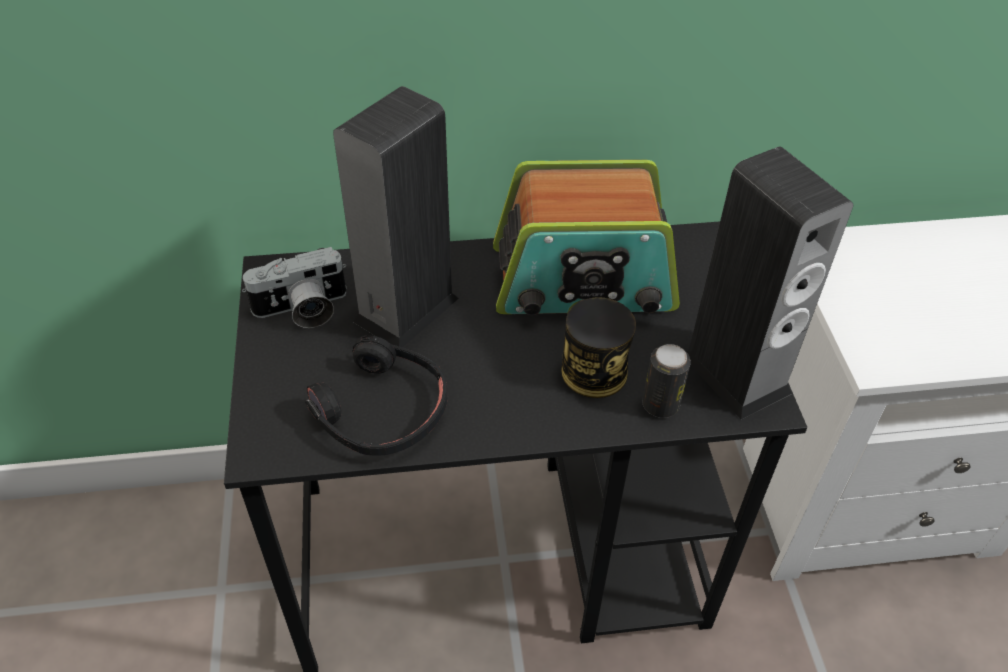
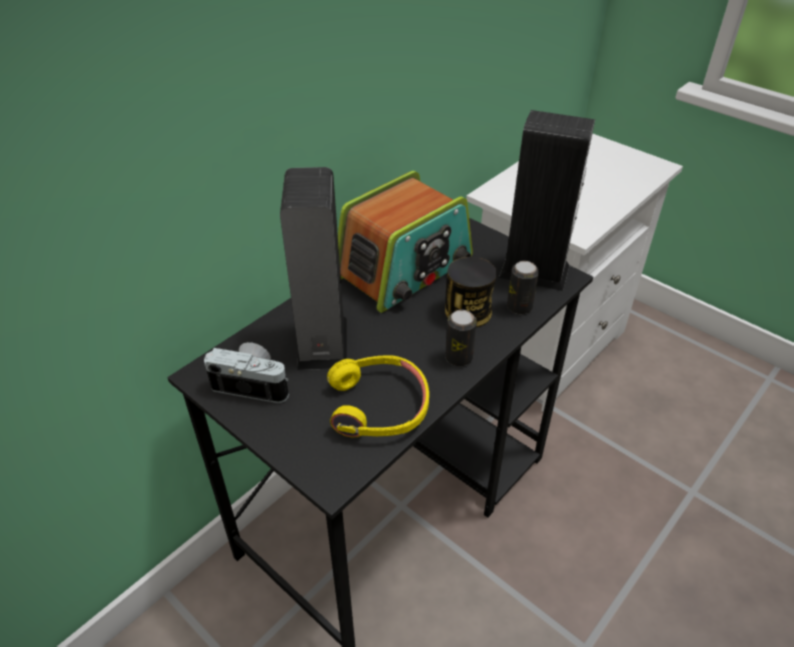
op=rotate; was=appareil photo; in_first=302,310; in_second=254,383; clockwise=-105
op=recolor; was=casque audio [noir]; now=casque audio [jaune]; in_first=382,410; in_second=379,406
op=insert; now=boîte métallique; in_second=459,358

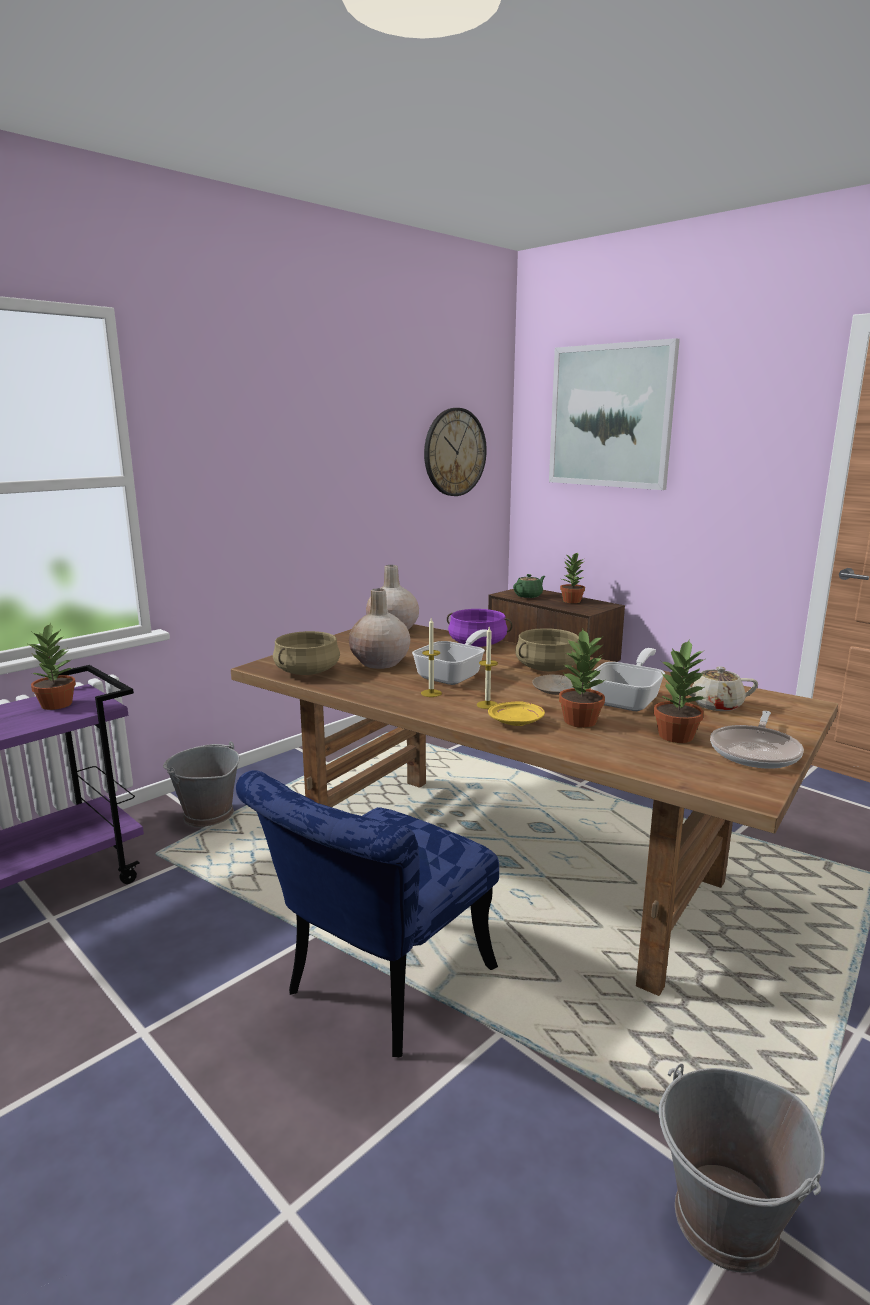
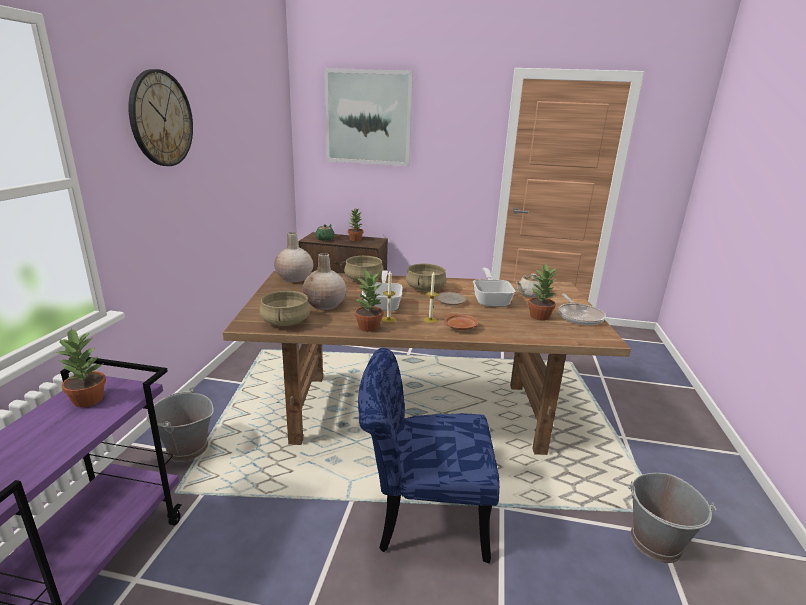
op=rotate; was=chaise [bleu]; in_first=377,988; in_second=420,514; clockwise=90
op=move; was=horloge murale; in_first=454,452; in_second=161,119
op=recolor; was=marmite [violet]; now=marmite [beige]; in_first=477,644; in_second=364,279
op=recolor; was=assiette [jaune]; now=assiette [marron]; in_first=516,722; in_second=460,327
op=move; was=plante en pot; in_first=581,721; in_second=369,327

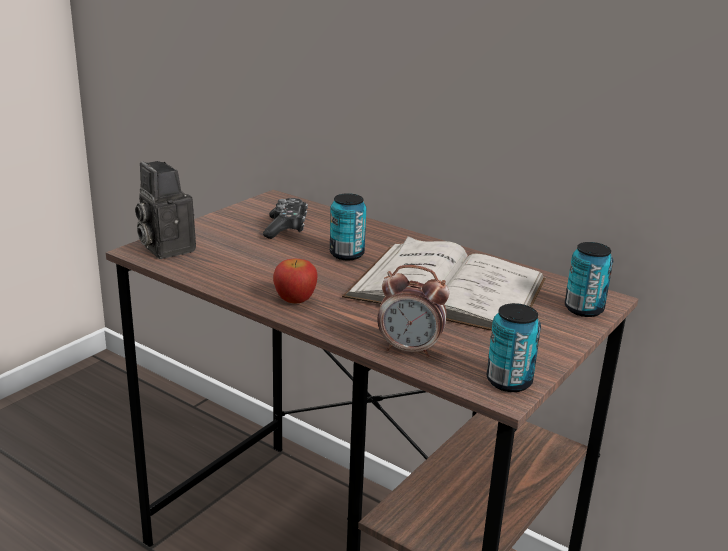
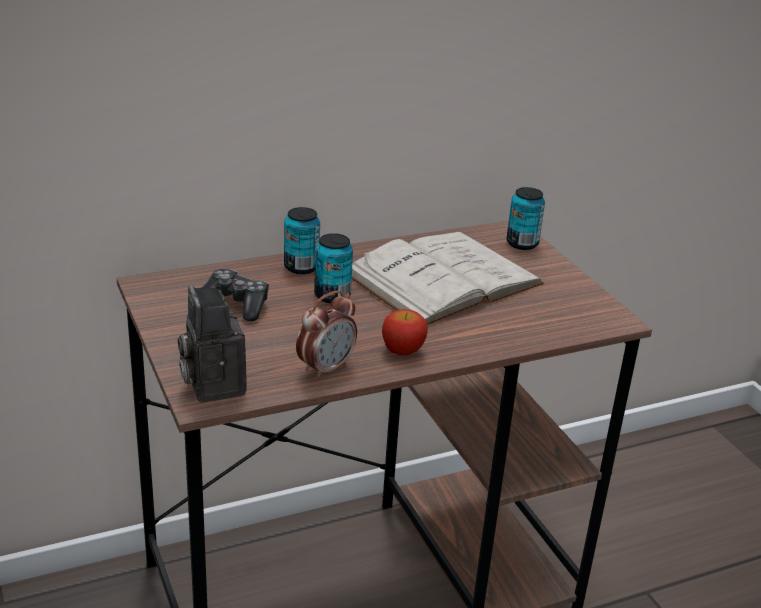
op=rotate; was=appareil photo; in_first=165,248; in_second=212,384; clockwise=75
op=move; was=réveil; in_first=410,349; in_second=326,368
op=move; was=boîte métallique; in_first=509,381; in_second=301,267

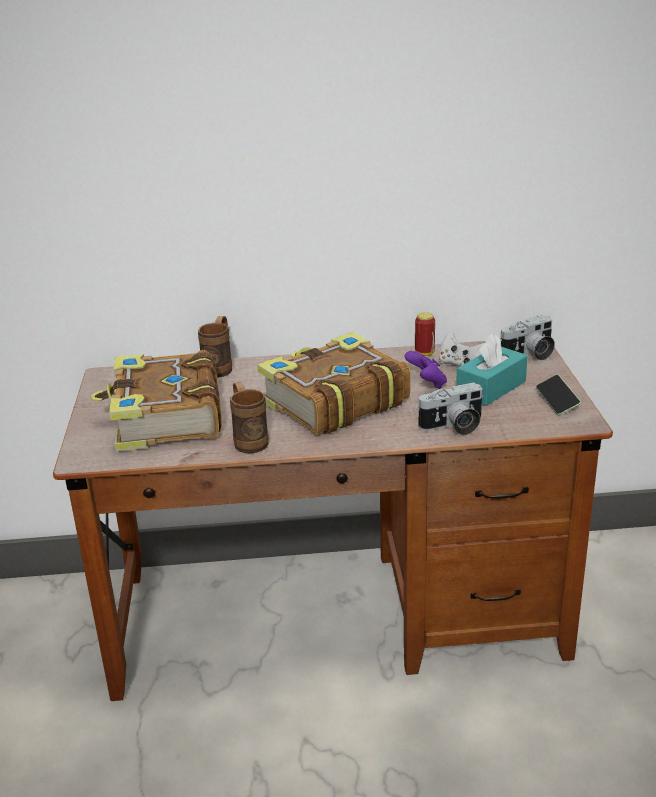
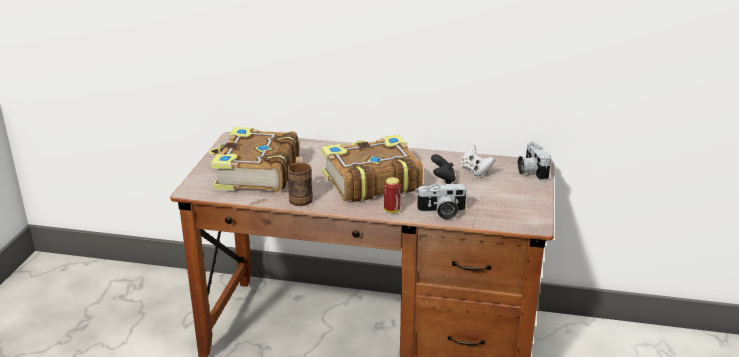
op=delete; was=mug [marron]; in_first=220,367
op=recolor; was=manette [violet]; now=manette [noir]; in_first=427,383; in_second=443,180
op=move; was=boîte métallique; in_first=424,353; in_second=392,210
op=delete; was=boîte à mouchoirs [turquoise]; in_first=491,388
op=rotate; was=appareil photo; in_first=529,354; in_second=530,171; clockwise=90
op=delete; was=téléphone; in_first=557,402

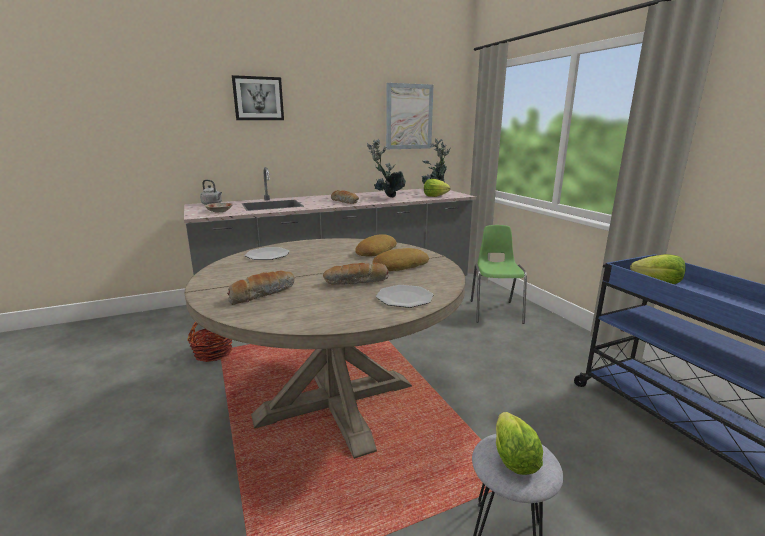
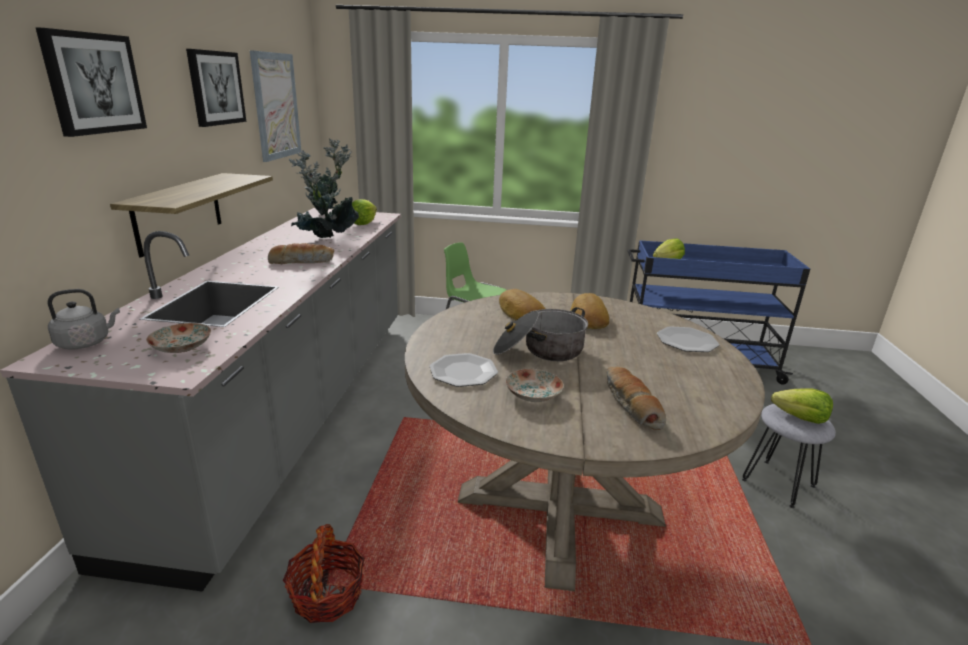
op=delete; was=pain; in_first=356,282
op=insert; now=étagère; in_second=179,212
op=insert; now=tableau; in_second=216,88
op=insert; now=marmite; in_second=539,350
op=insert; now=assiette; in_second=532,395

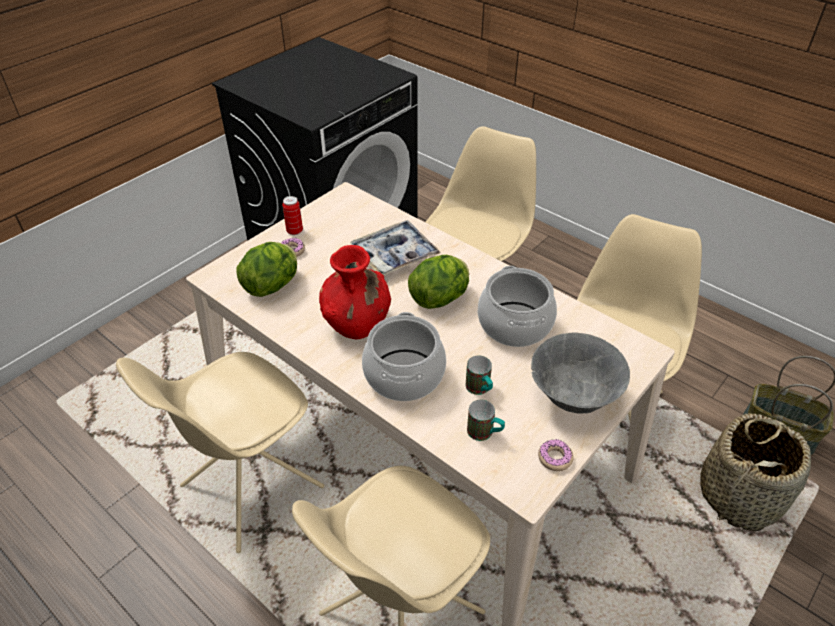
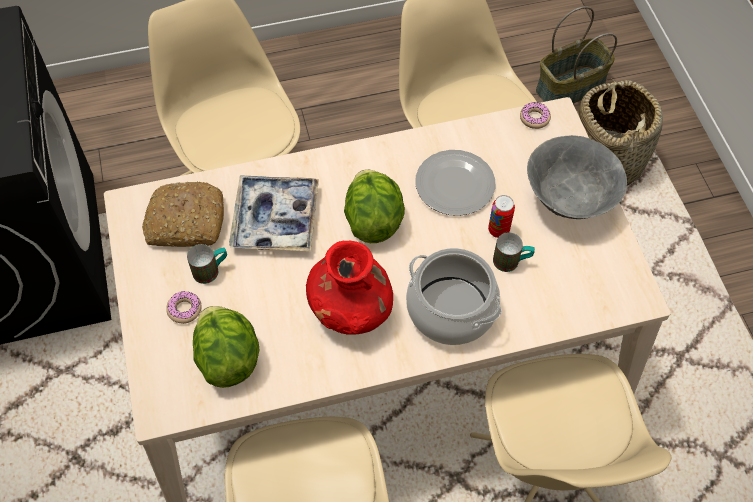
op=move; was=boîte métallique; in_first=294,231; in_second=498,230
op=move; was=mug; in_first=485,433; in_second=211,270
op=replace; was=marmite; now=assiette; in_first=514,324; in_second=453,185
op=move; was=beignet; in_first=555,458; in_second=534,118
op=insert; now=pain; in_second=185,223

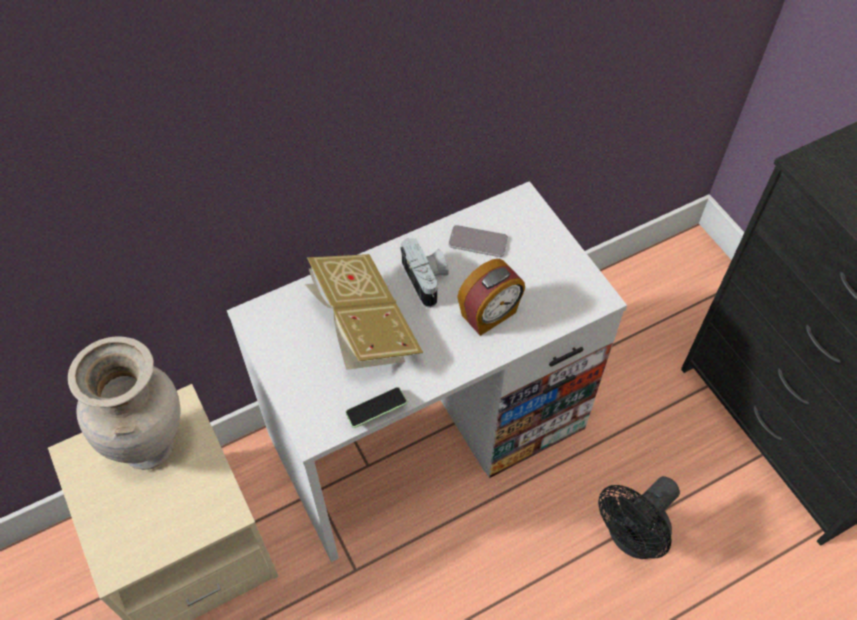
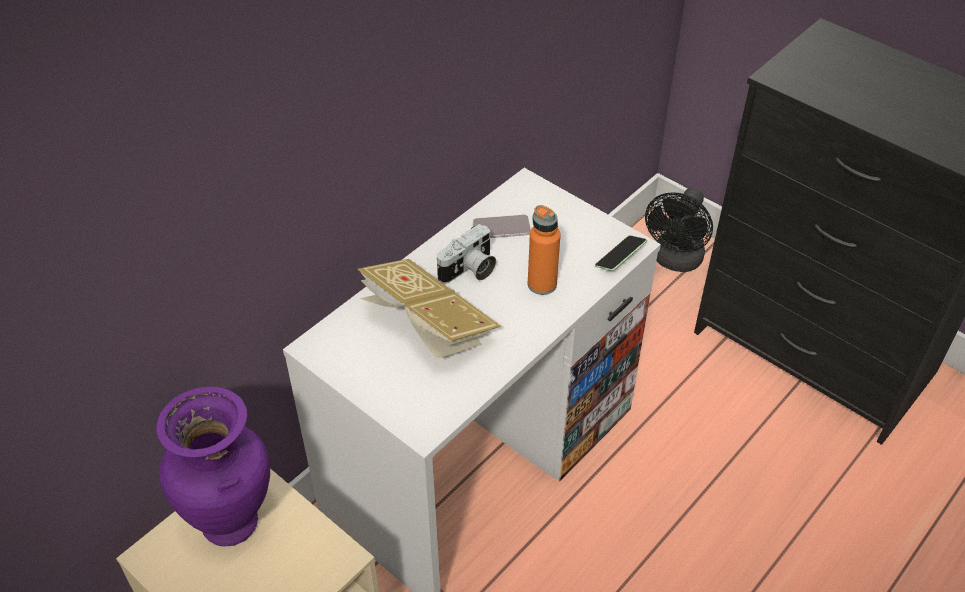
op=recolor; was=vase [beige]; now=vase [violet]; in_first=151,447; in_second=233,522
op=move; was=téléphone; in_first=376,411; in_second=620,258
op=rotate; was=appareil photo; in_first=427,279; in_second=469,270; clockwise=90
op=replace; was=réveil; now=bouteille [orange]; in_first=489,315; in_second=542,284
op=move; was=ventilateur [noir]; in_first=631,537; in_second=675,261

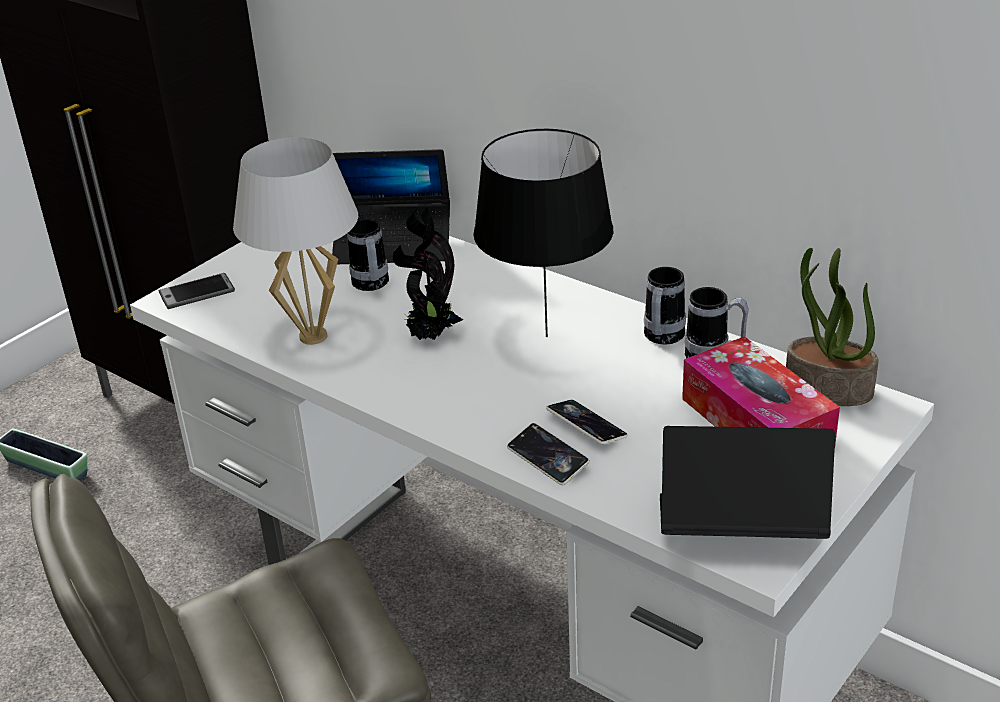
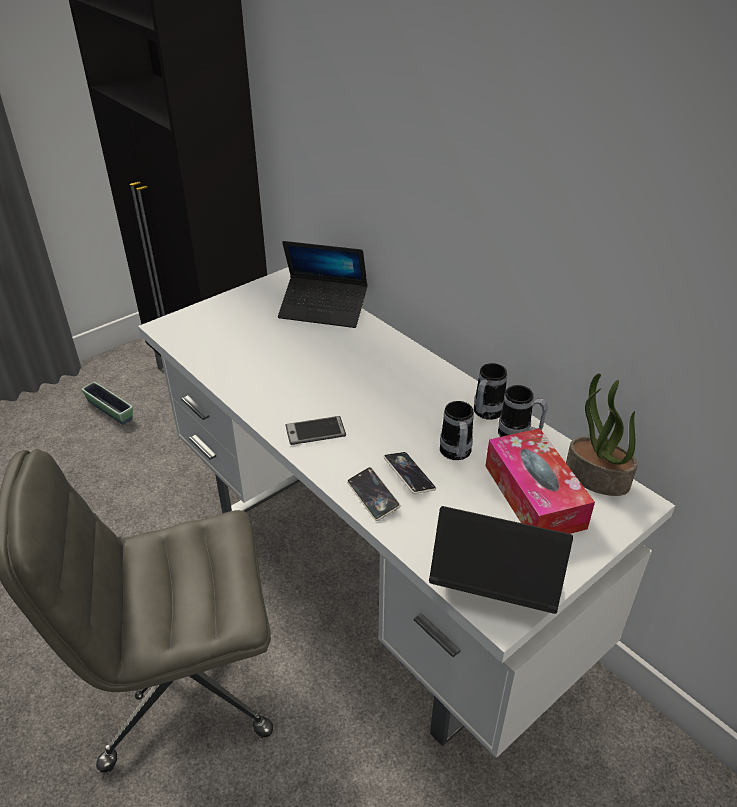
op=move; was=téléphone; in_first=197,292; in_second=315,431
op=delete; was=lampe de table [blanc]; in_first=314,336
op=move; was=mug; in_first=371,286; in_second=456,455
op=delete; was=plante en pot; in_first=431,336
op=delete; was=lampe de table [noir]; in_first=546,335

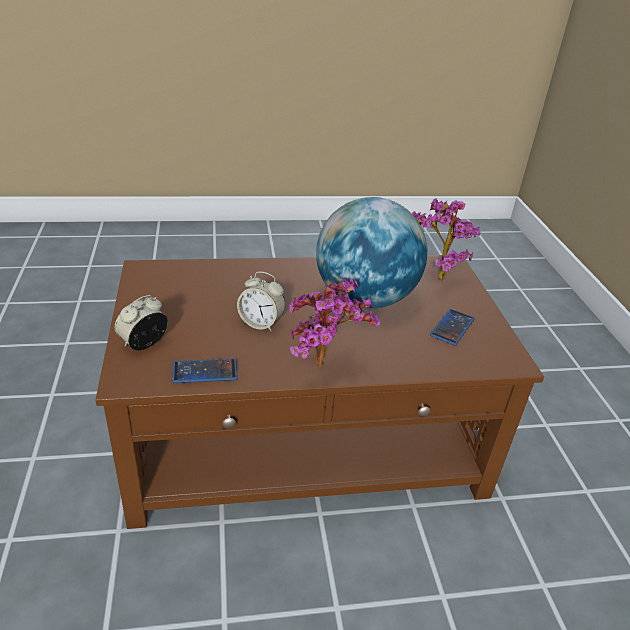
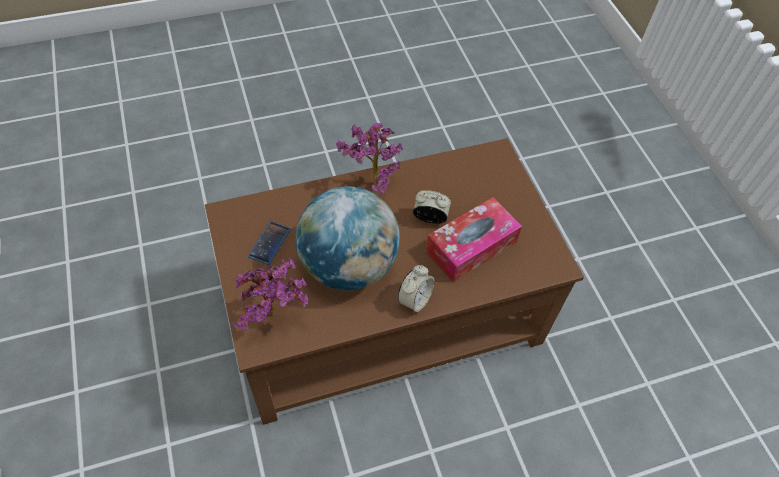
op=move; was=réveil; in_first=144,344; in_second=414,300
op=delete; was=téléphone; in_first=205,371
op=insert; now=boîte à mouchoirs; in_second=471,246

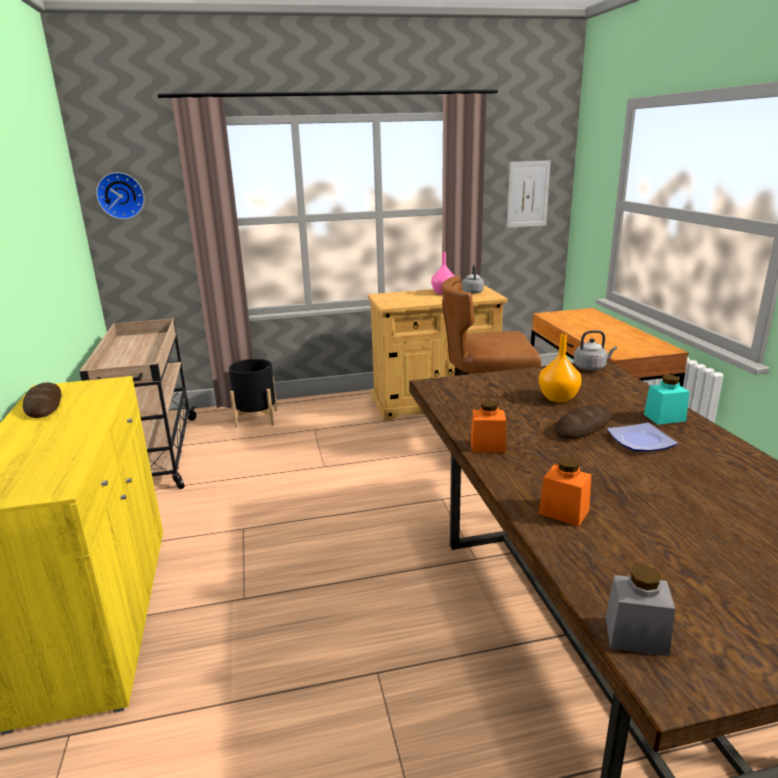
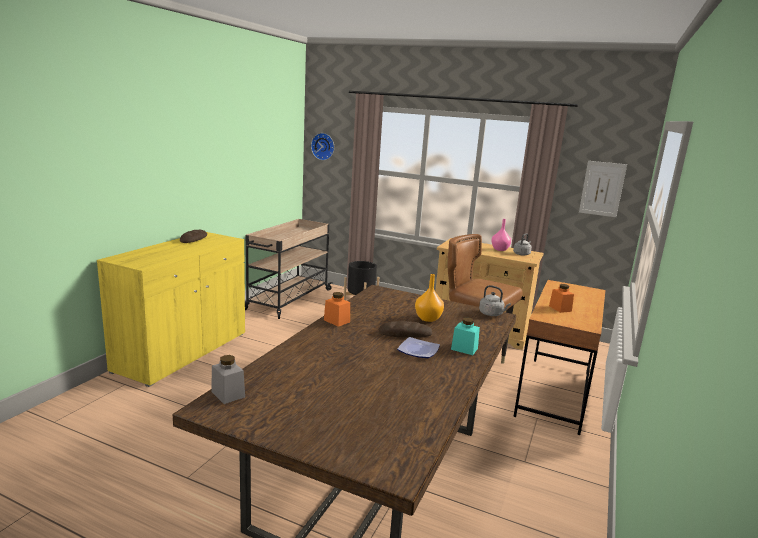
op=move; was=bocal [orange]; in_first=563,512; in_second=560,308

